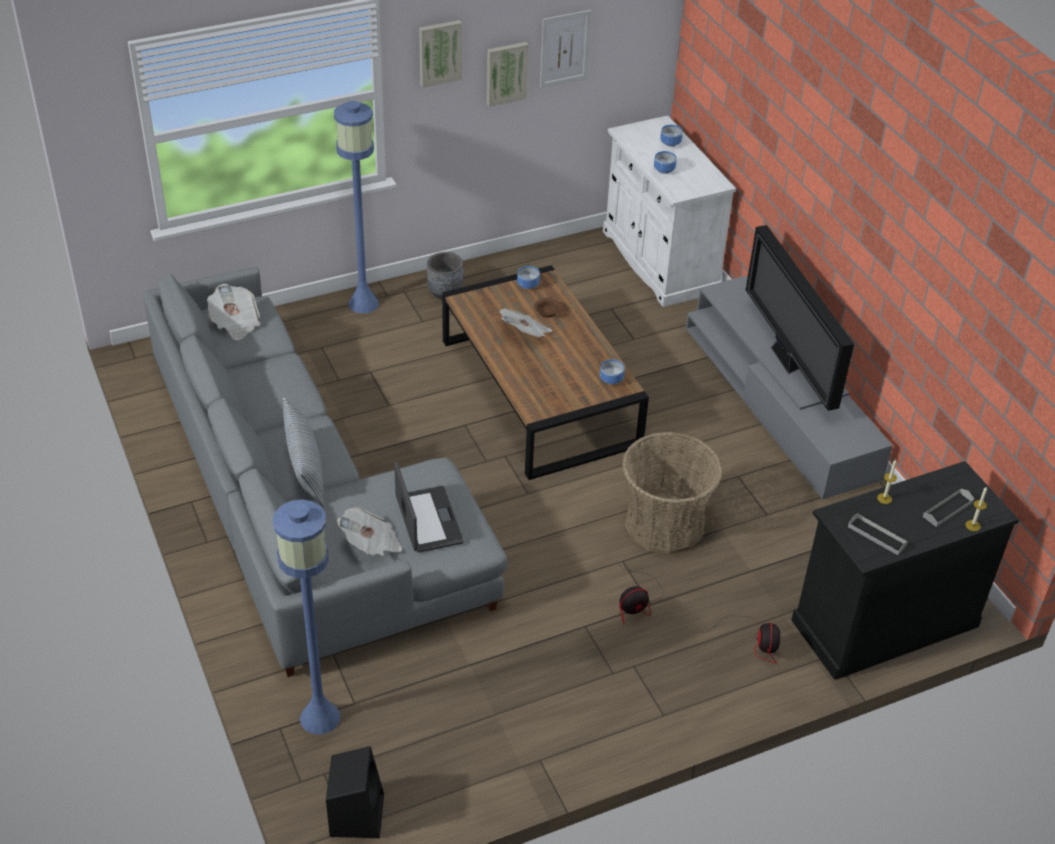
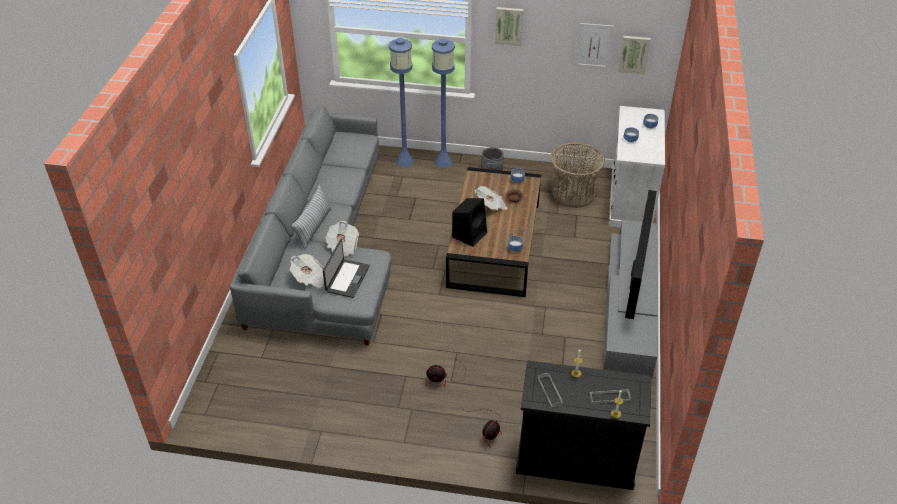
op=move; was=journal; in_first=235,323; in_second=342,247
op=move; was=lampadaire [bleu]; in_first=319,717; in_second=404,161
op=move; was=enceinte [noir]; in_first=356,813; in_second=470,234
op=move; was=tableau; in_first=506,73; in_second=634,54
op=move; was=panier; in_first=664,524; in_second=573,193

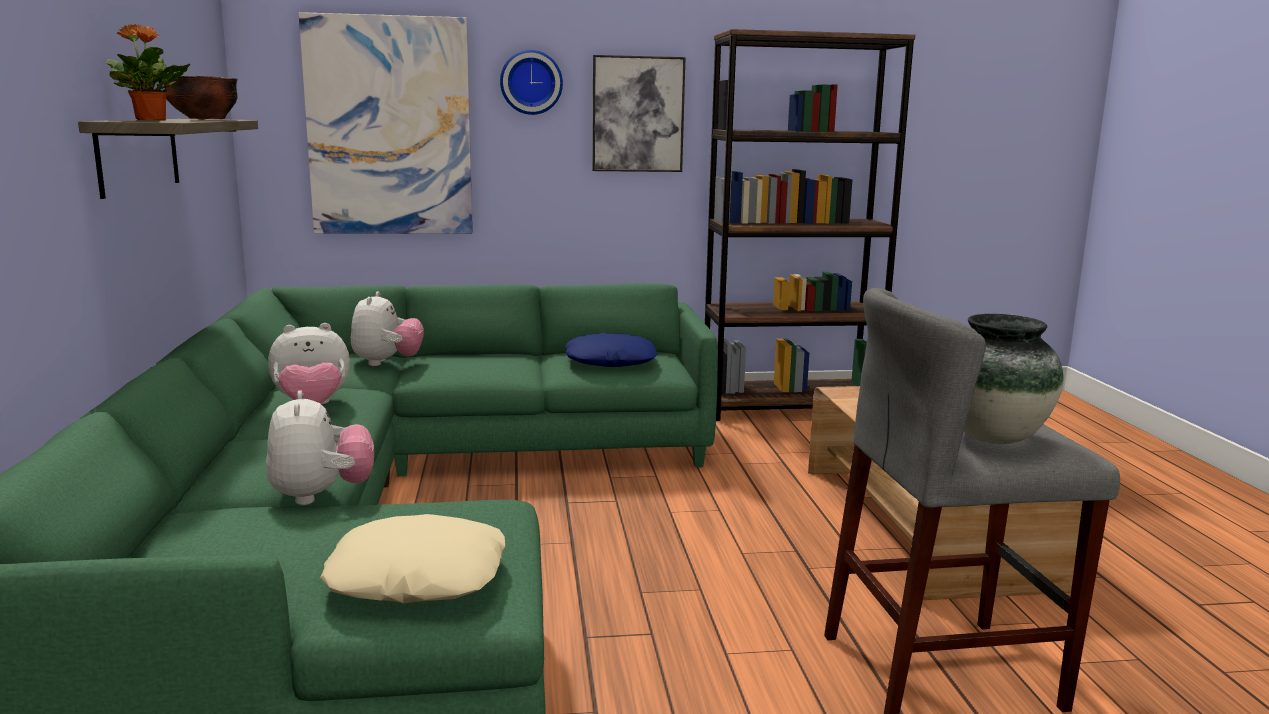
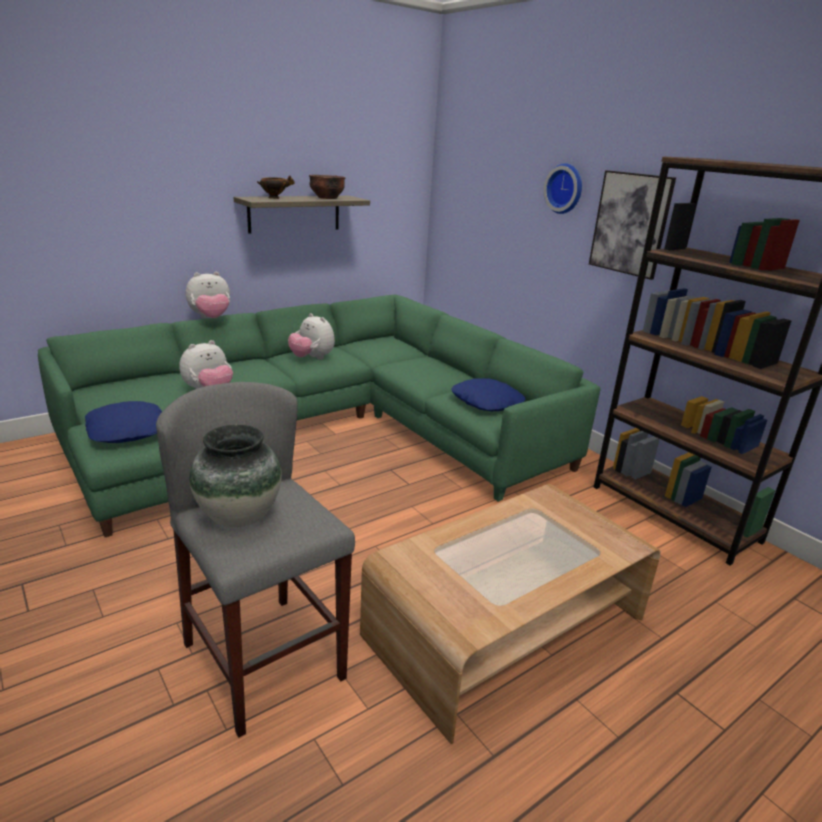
op=replace; was=plante en pot; now=bol; in_first=151,120; in_second=275,198
op=delete; was=tableau; in_first=389,127
op=recolor; was=coussin [beige]; now=coussin [bleu]; in_first=418,576; in_second=128,430
op=move; was=peluche; in_first=387,363; in_second=211,318

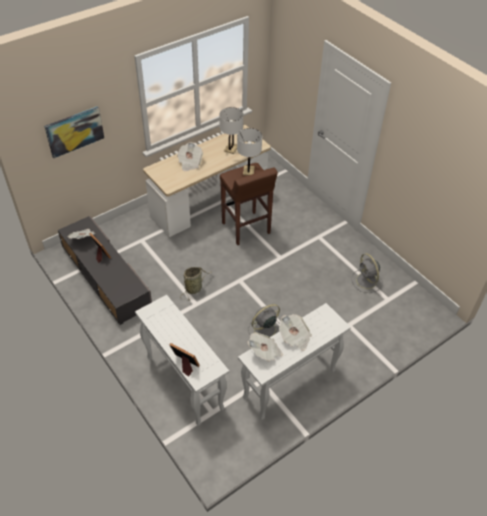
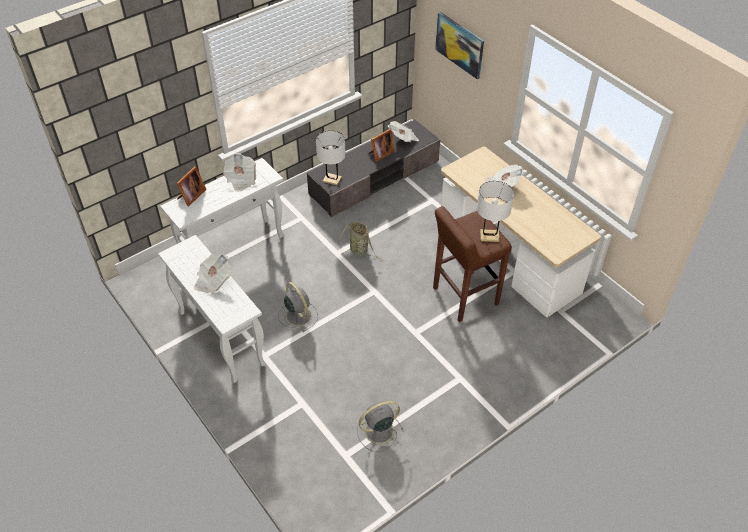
op=move; was=lampe de table [blanc]; in_first=231,149; in_second=332,179
op=move; was=journal; in_first=265,352; in_second=241,180

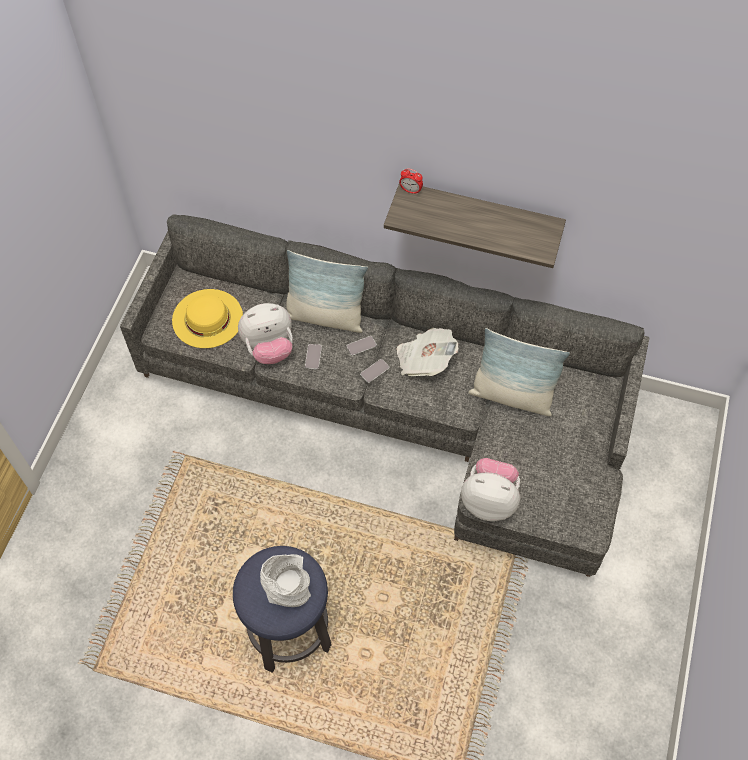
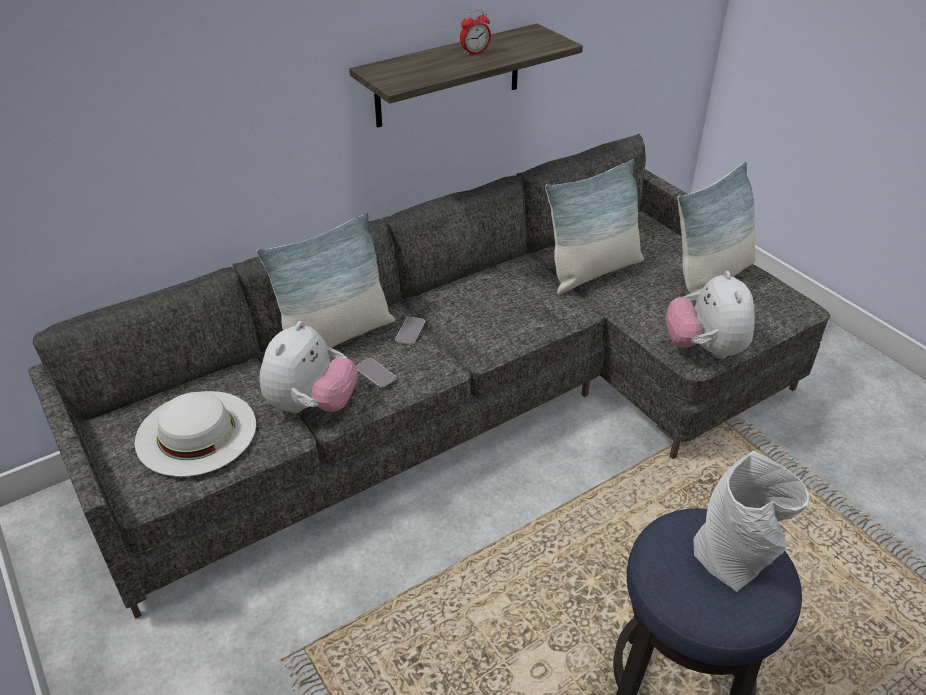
op=recolor; was=chapeau [jaune]; now=chapeau [blanc]; in_first=207,318; in_second=196,432
op=delete; was=téléphone; in_first=375,371
op=delete; was=journal; in_first=424,360
op=move; was=réveil; in_first=410,190; in_second=475,52
op=rotate; was=peluche; in_first=489,500; in_second=704,349; clockwise=-60
op=insert; now=coussin; in_second=710,278

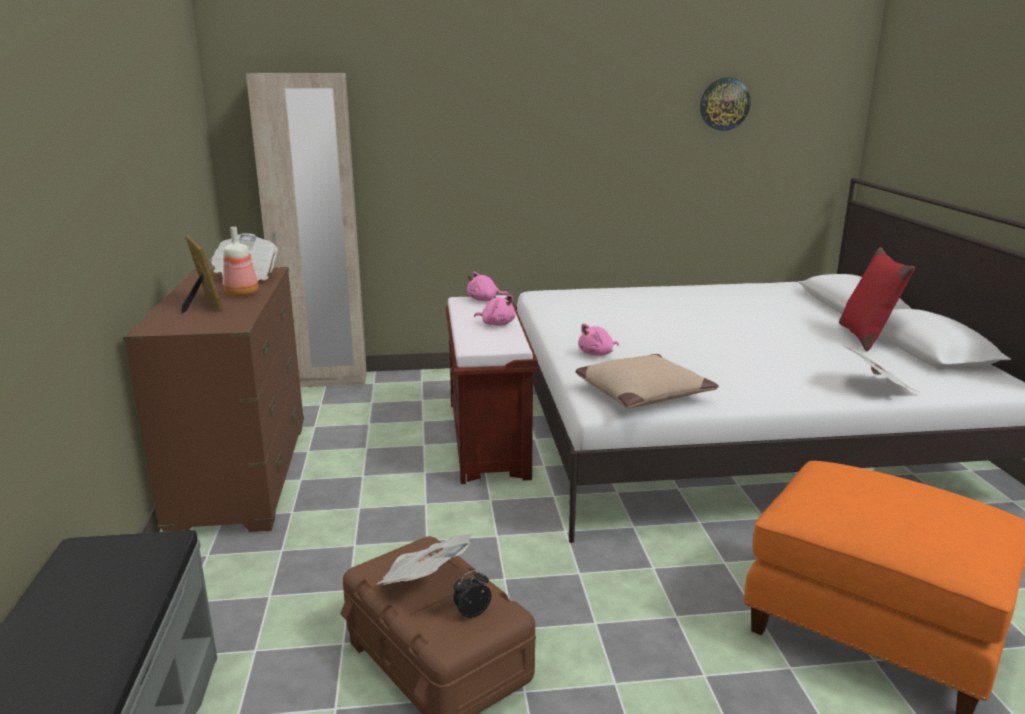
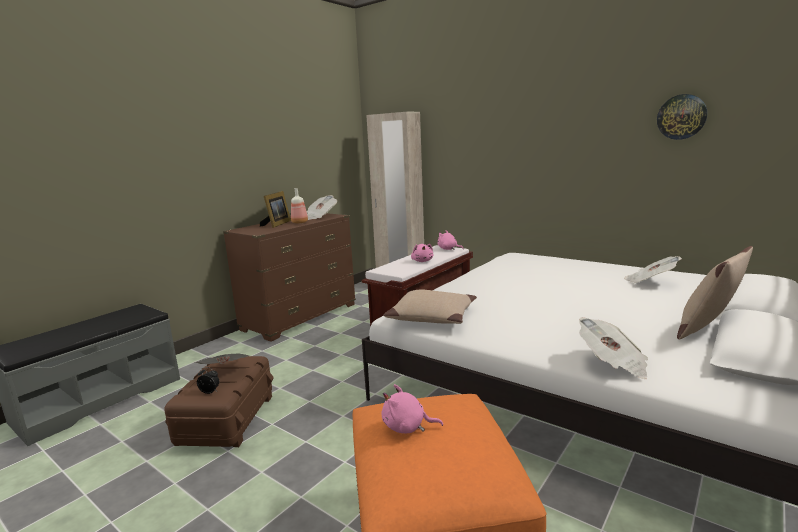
op=move; was=peluche [rose]; in_first=597,354; in_second=407,427
op=recolor; was=coussin [rouge]; now=coussin [beige]; in_first=865,337; in_second=708,330
op=insert; now=journal; in_second=649,282

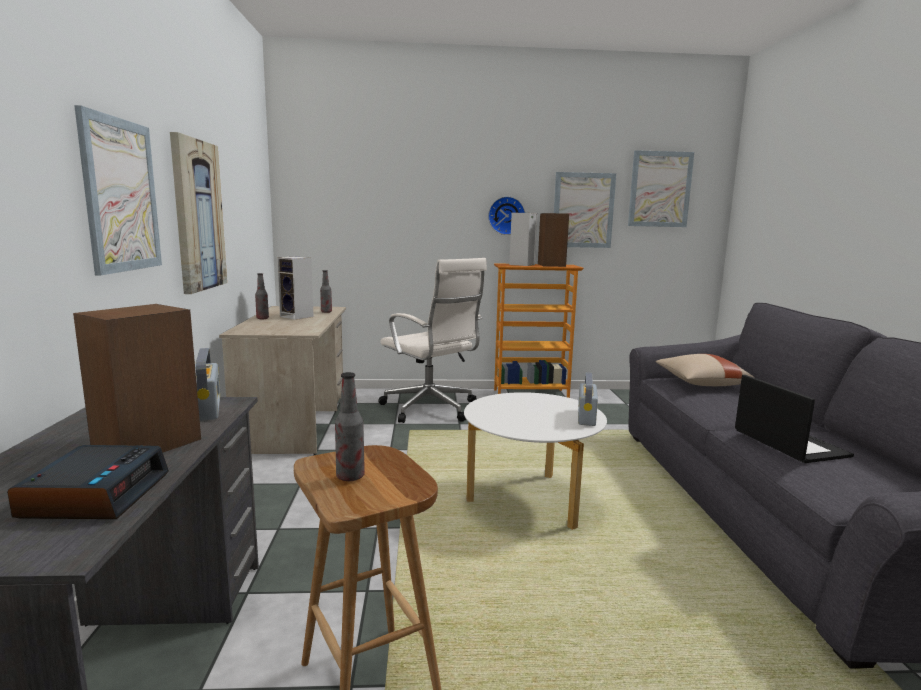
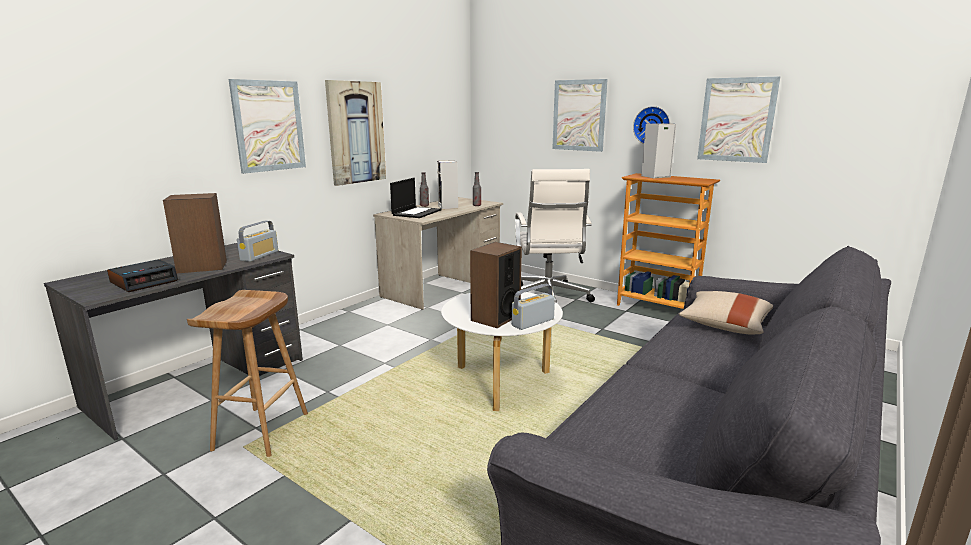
op=delete; was=bouteille; in_first=350,477
op=move; was=enceinte; in_first=551,265; in_second=495,317
op=move; was=tableau; in_first=660,189; in_second=579,115
op=move; was=ordinateur portable; in_first=788,443; in_second=416,212

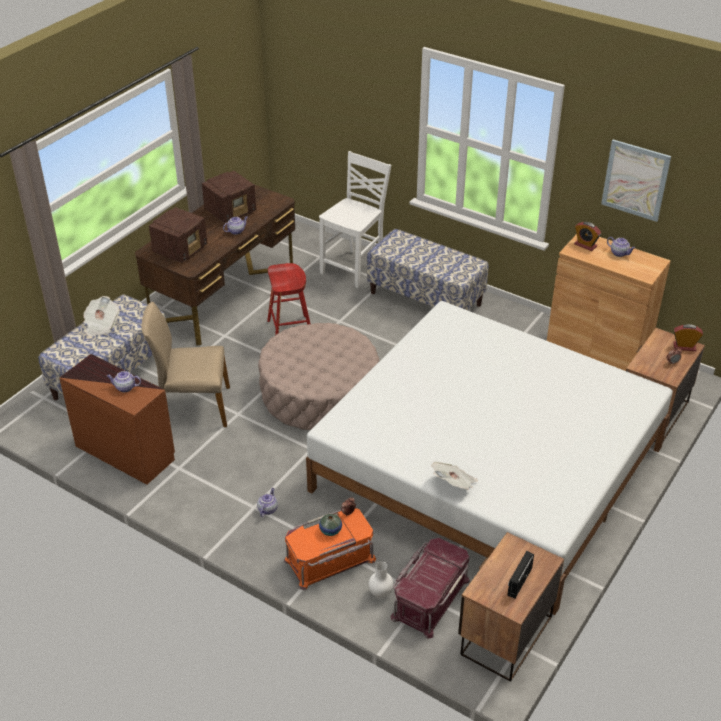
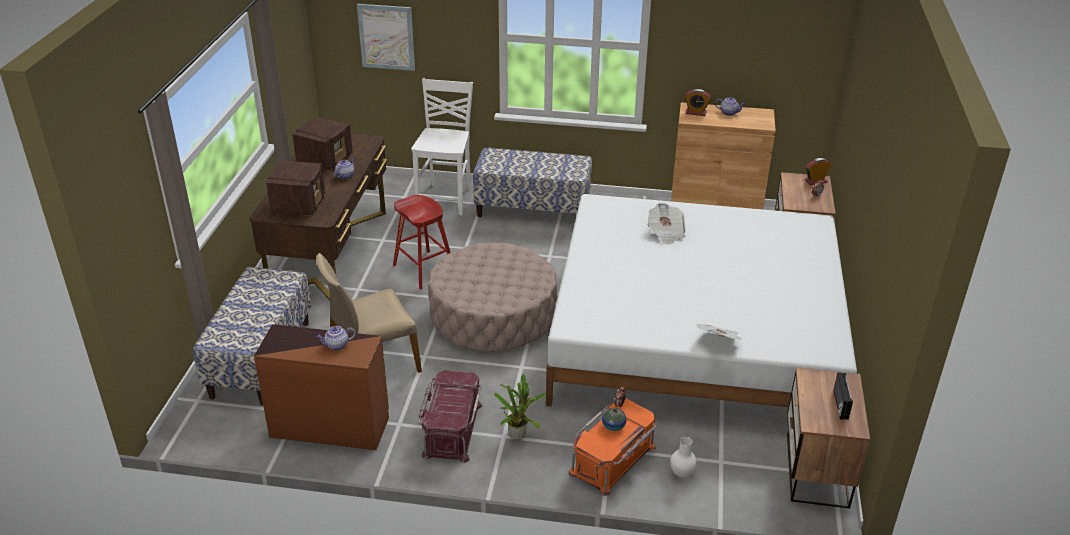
op=move; was=journal; in_first=101,325; in_second=666,233
op=replace; was=théière; now=plante en pot; in_first=267,509; in_second=518,434
op=move; was=boîte de rangement [rouge]; in_first=429,598; in_second=451,429
op=move; was=tableau; in_first=635,180; in_second=386,37

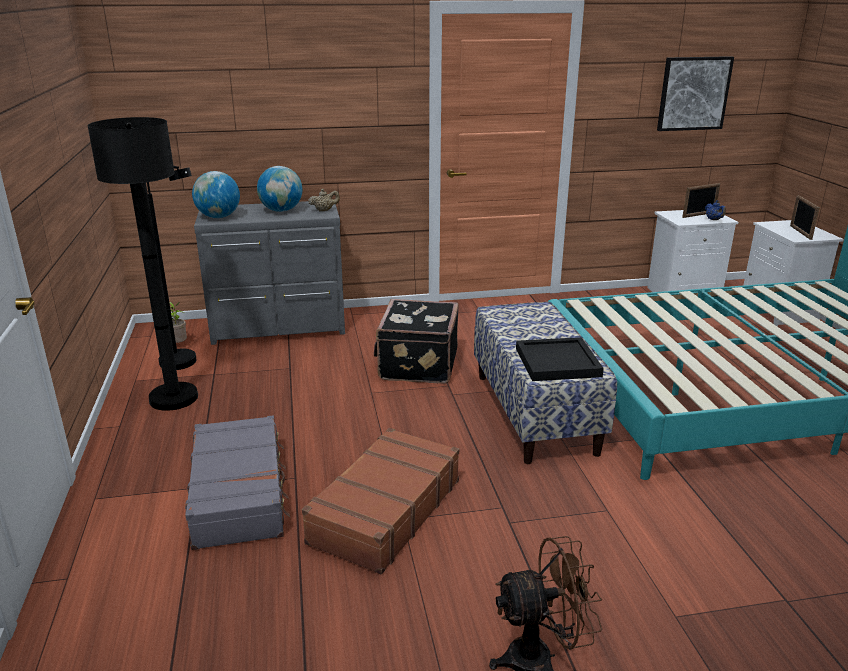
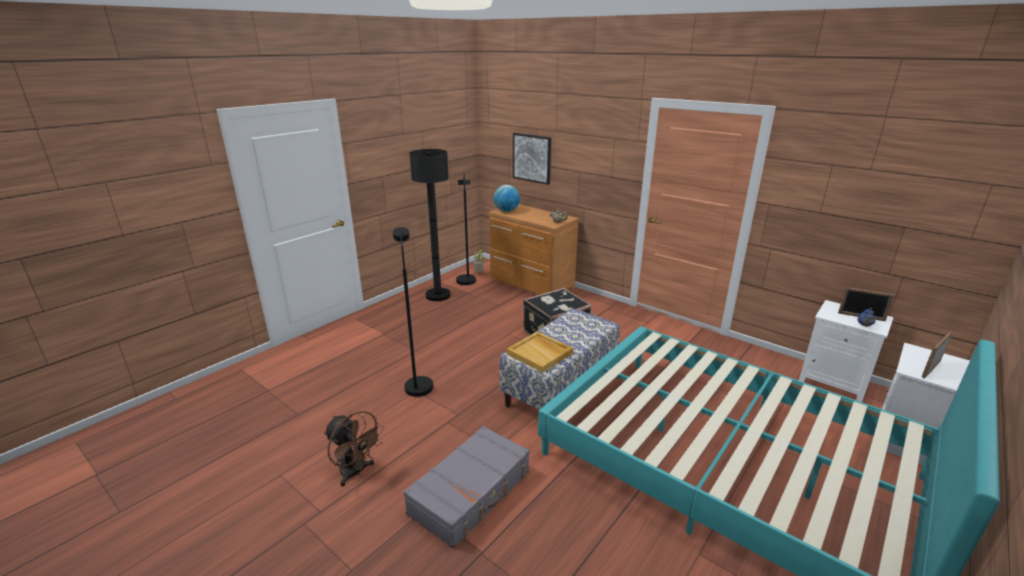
op=move; was=valise [gris]; in_first=240,493; in_second=471,493
op=recolor; was=commode [gris]; now=commode [marron]; in_first=279,327; in_second=531,284
op=delete; was=globe; in_first=281,210
op=replace; was=valise [marron]; now=lampadaire [noir]; in_first=384,511; in_second=417,383
op=recolor; was=plateau [noir]; now=plateau [beige]; in_first=558,362; in_second=540,353
op=move; was=tableau; in_first=693,93; in_second=532,158

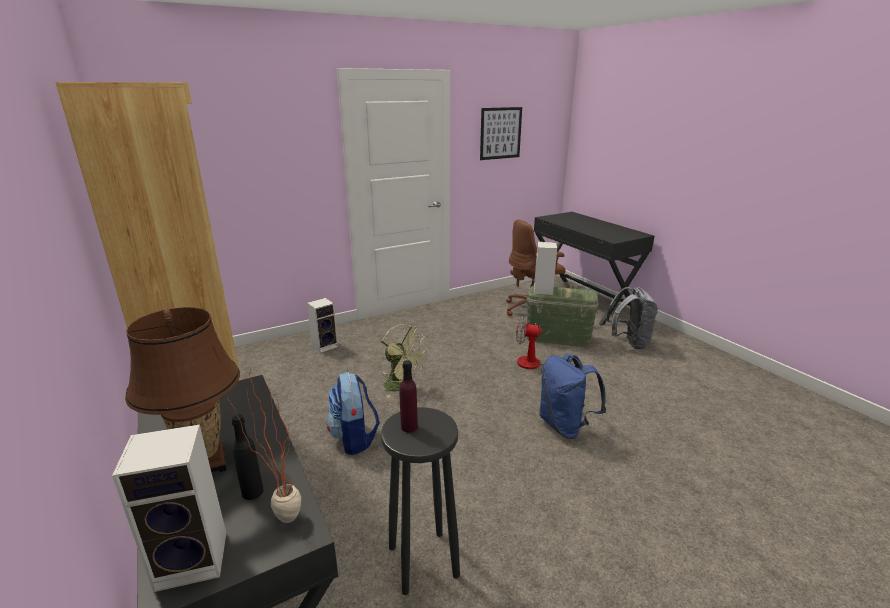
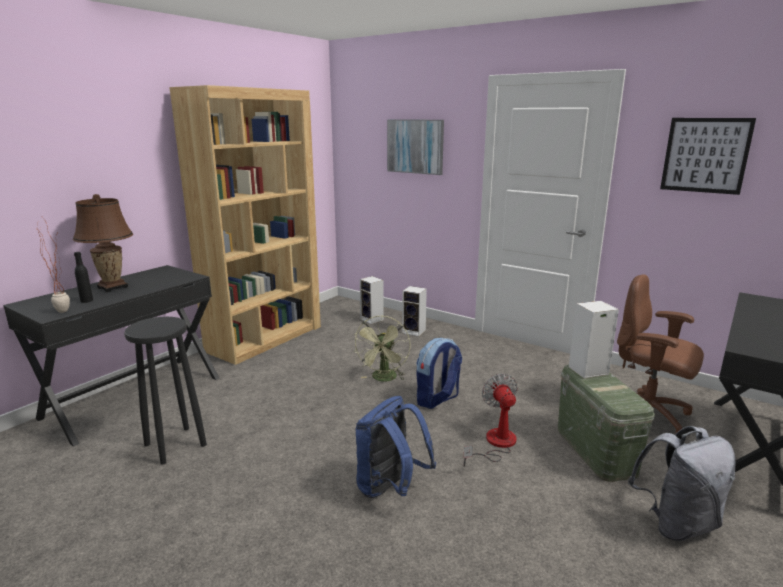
op=move; was=enceinte; in_first=195,558; in_second=372,320
op=move; was=sac à dos; in_first=354,438; in_second=437,399
op=delete; was=bouteille [violet]; in_first=409,427
op=insert; now=tableau; in_second=415,146

